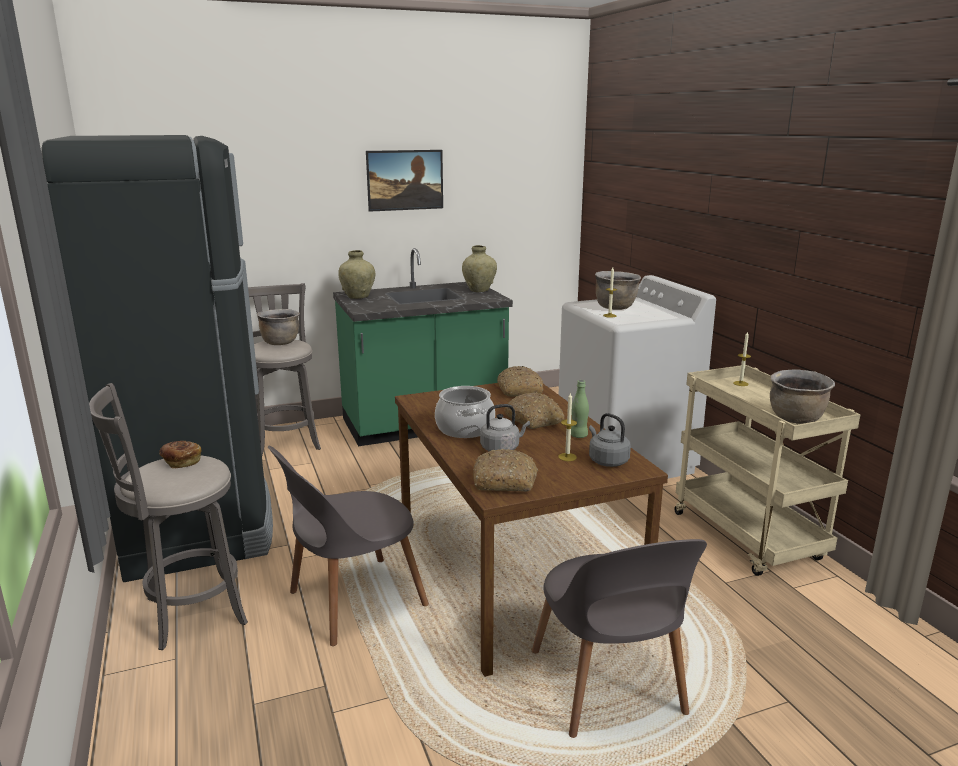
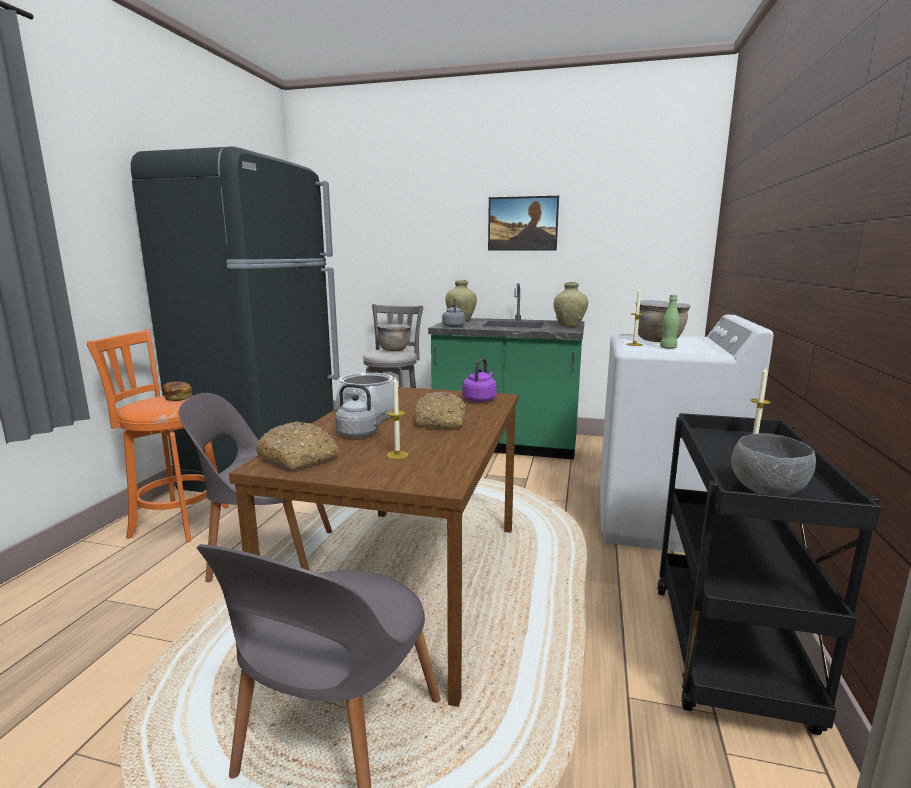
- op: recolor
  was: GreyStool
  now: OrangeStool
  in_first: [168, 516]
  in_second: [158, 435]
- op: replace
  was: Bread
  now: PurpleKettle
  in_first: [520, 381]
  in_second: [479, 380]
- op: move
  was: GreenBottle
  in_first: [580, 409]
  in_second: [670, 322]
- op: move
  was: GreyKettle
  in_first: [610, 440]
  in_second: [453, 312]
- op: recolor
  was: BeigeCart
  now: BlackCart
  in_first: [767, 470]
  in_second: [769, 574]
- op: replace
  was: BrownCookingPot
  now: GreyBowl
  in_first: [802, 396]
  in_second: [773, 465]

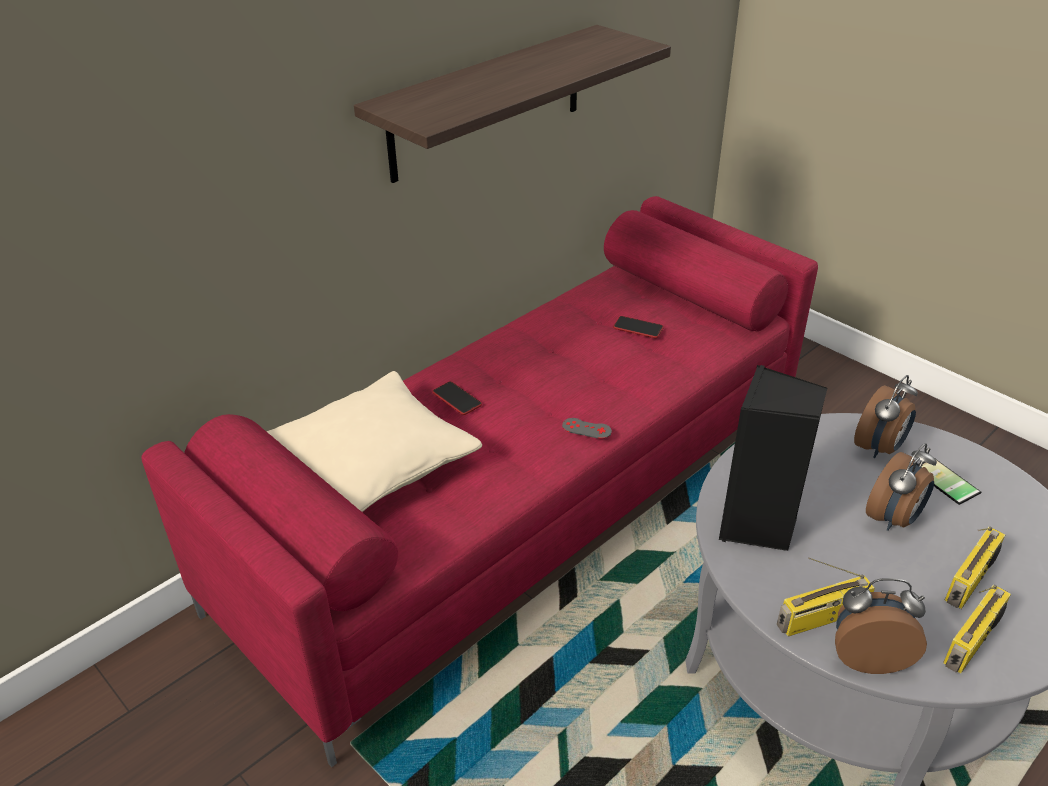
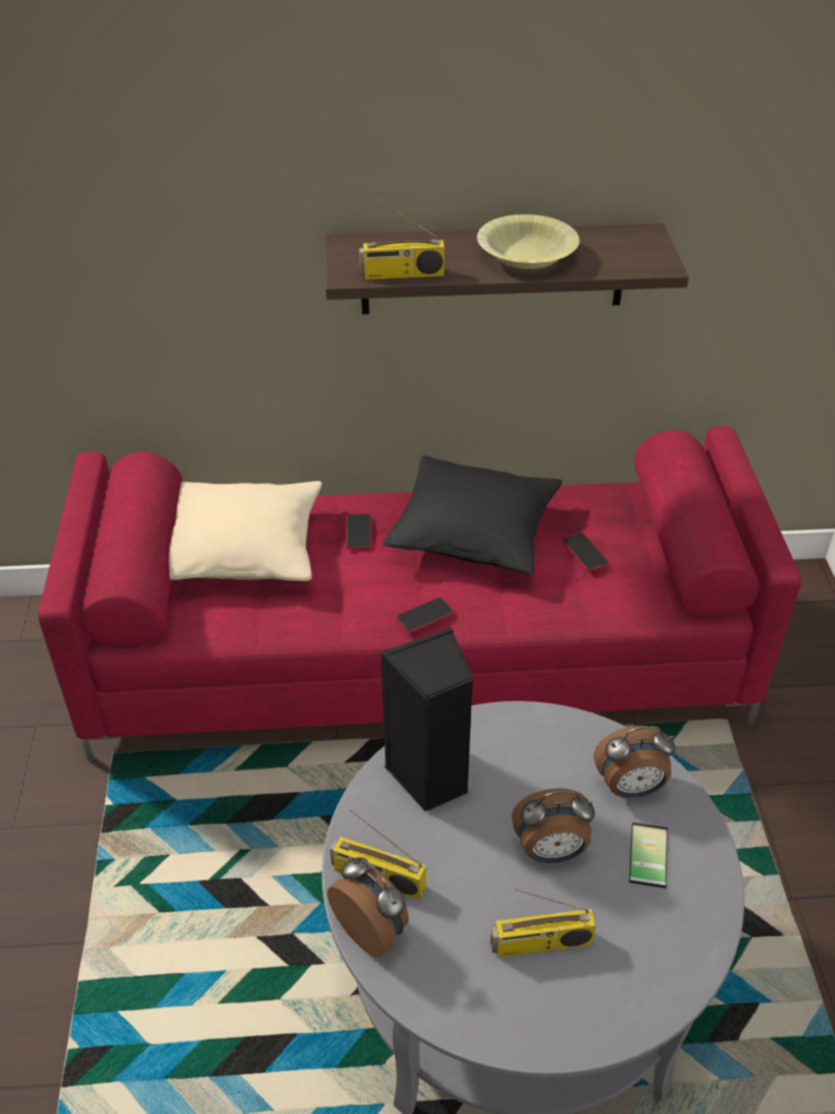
- op: replace
  was: GreyGameController
  now: Phone
  in_first: [587, 428]
  in_second: [425, 615]
- op: move
  was: Radio
  in_first: [977, 629]
  in_second: [402, 238]
- op: insert
  now: BlackPillow
  in_second: [472, 515]
- op: insert
  now: YellowBowl
  in_second: [528, 241]

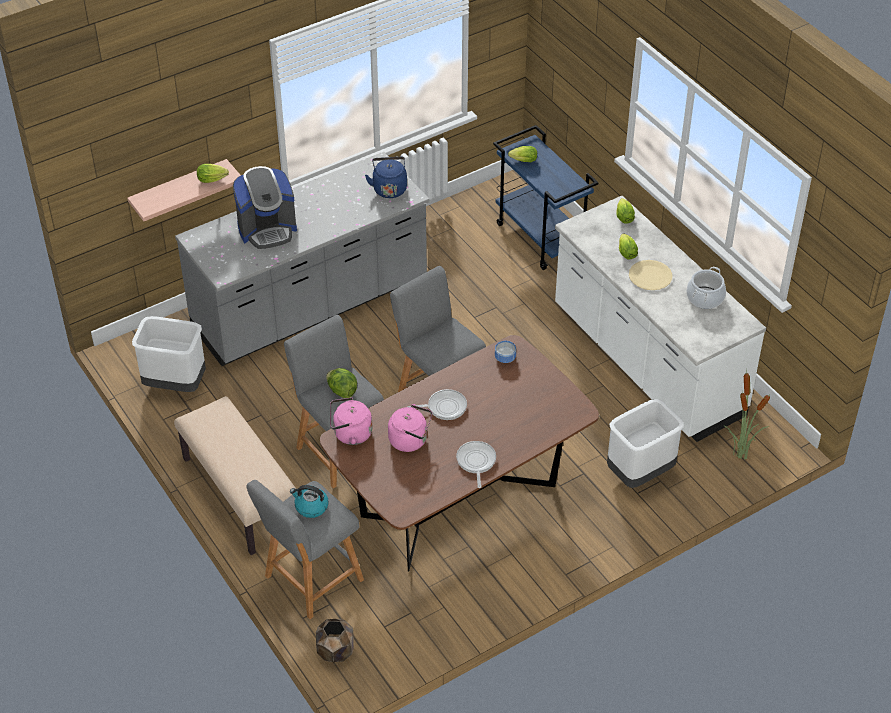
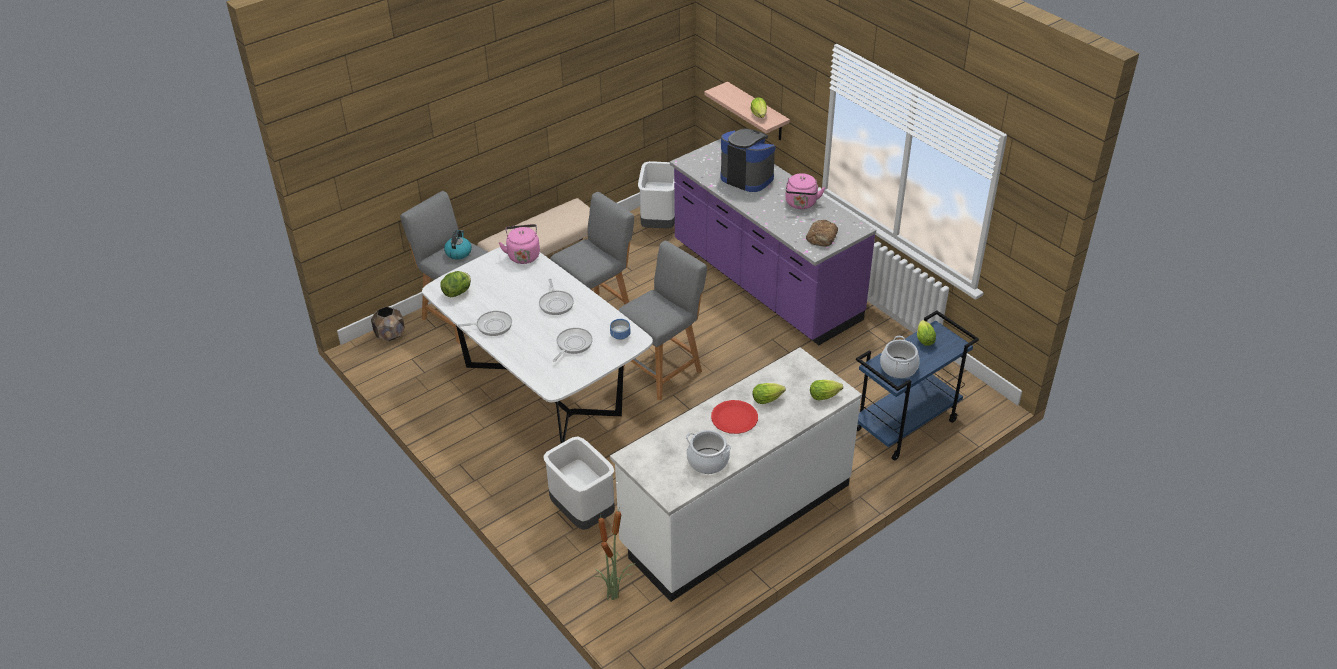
- op: recolor
  was: GreyCounter
  now: PurpleCounter
  in_first: [302, 259]
  in_second: [773, 242]
- op: rotate
  was: CoffeeMachine
  in_first: [265, 207]
  in_second: [748, 160]
  clockwise: 150
- op: recolor
  was: BrownDiningTable
  now: WhiteDiningTable
  in_first: [459, 453]
  in_second: [537, 344]
- op: move
  was: Lettuce
  in_first: [341, 383]
  in_second: [455, 284]
- op: replace
  was: BlueKettle
  now: Bread
  in_first: [386, 177]
  in_second: [822, 233]
- op: move
  was: PinkKettle
  in_first: [410, 428]
  in_second: [805, 191]
- op: recolor
  was: BeigePlate
  now: RedPlate
  in_first: [651, 275]
  in_second: [734, 417]
- op: insert
  now: FryingPan
  in_second: [573, 345]
- op: insert
  now: CookingPot
  in_second: [900, 357]

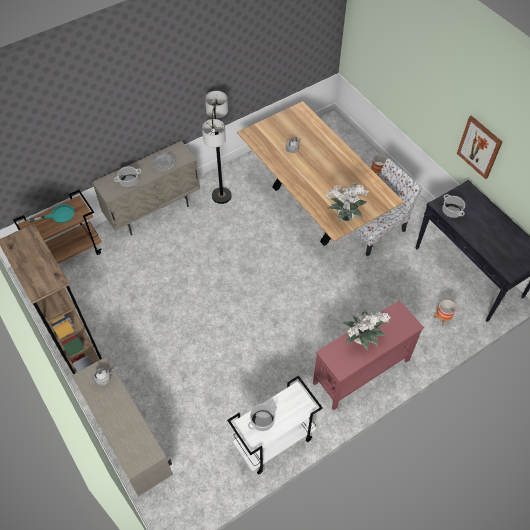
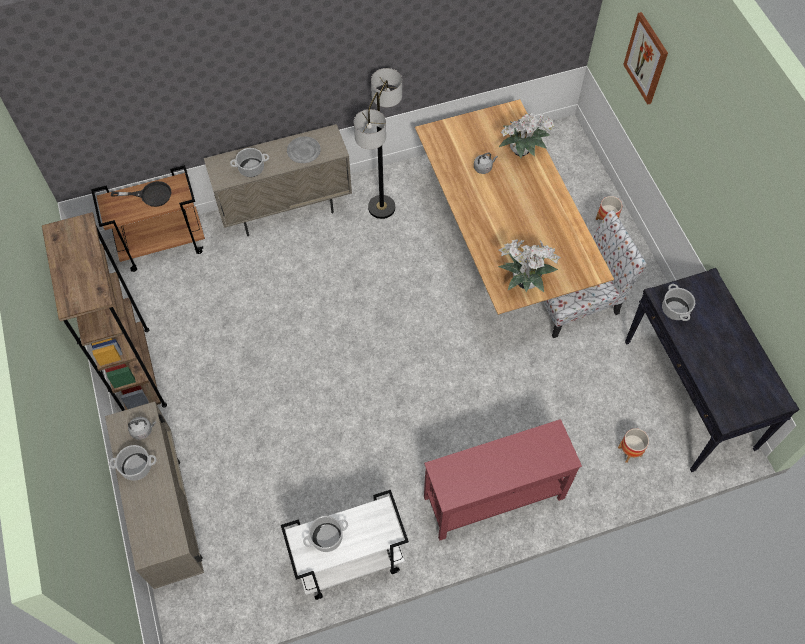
- op: recolor
  was: TurquoiseFryingPan
  now: BlackFryingPan
  in_first: [51, 213]
  in_second: [141, 194]
- op: move
  was: PottedPlant
  in_first: [366, 330]
  in_second: [528, 135]
- op: move
  was: Picture
  in_first: [479, 147]
  in_second: [645, 58]
- op: insert
  now: CookingPot
  in_second: [133, 463]

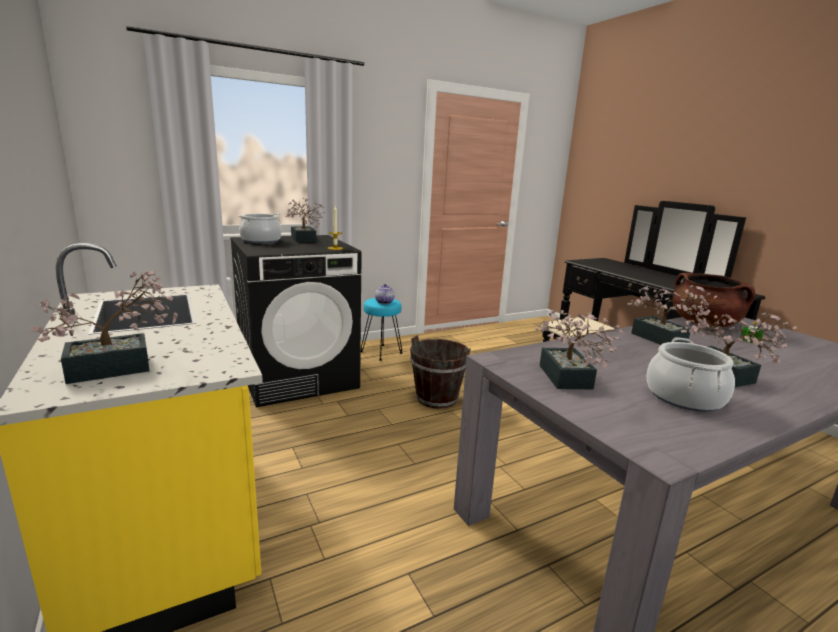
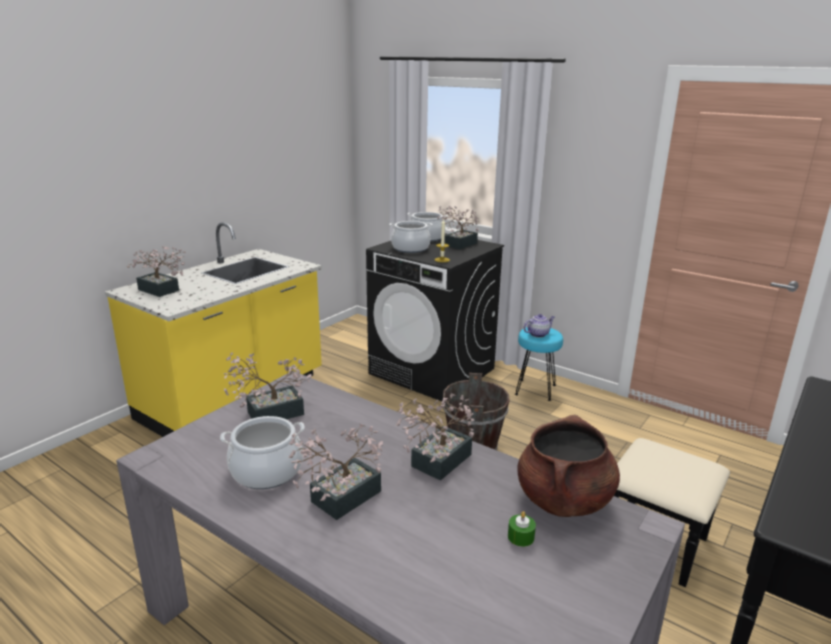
- op: insert
  now: CookingPot
  in_second: [411, 237]

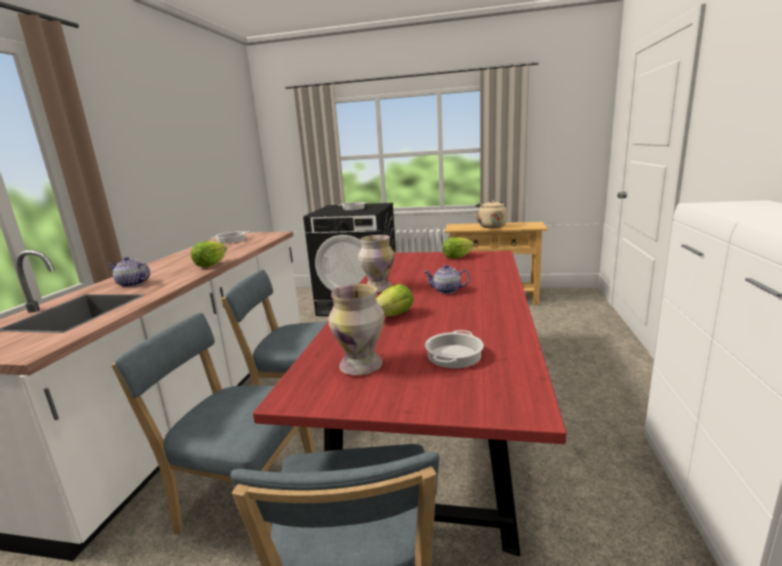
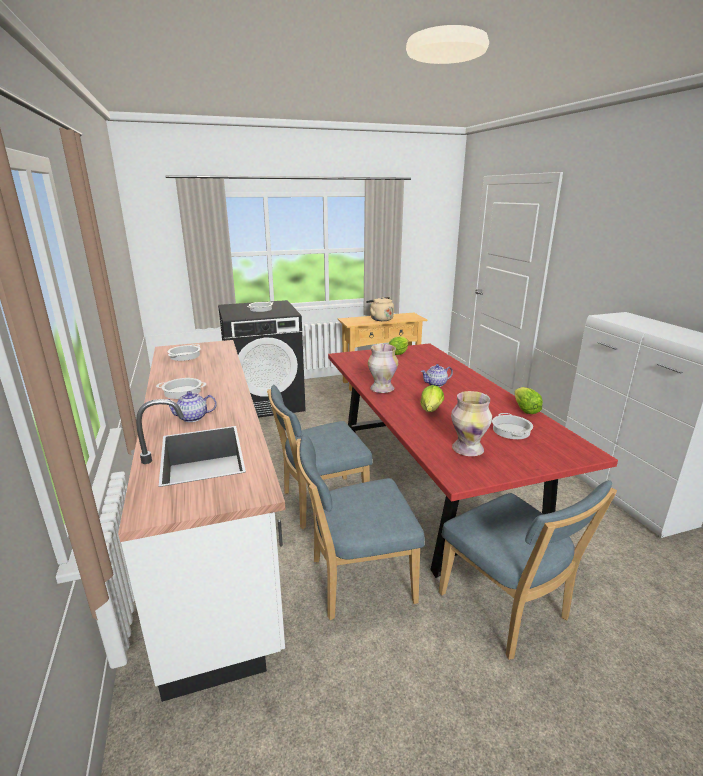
- op: move
  was: Lettuce
  in_first: [209, 254]
  in_second: [528, 400]
- op: insert
  now: CookingPot
  in_second: [181, 388]

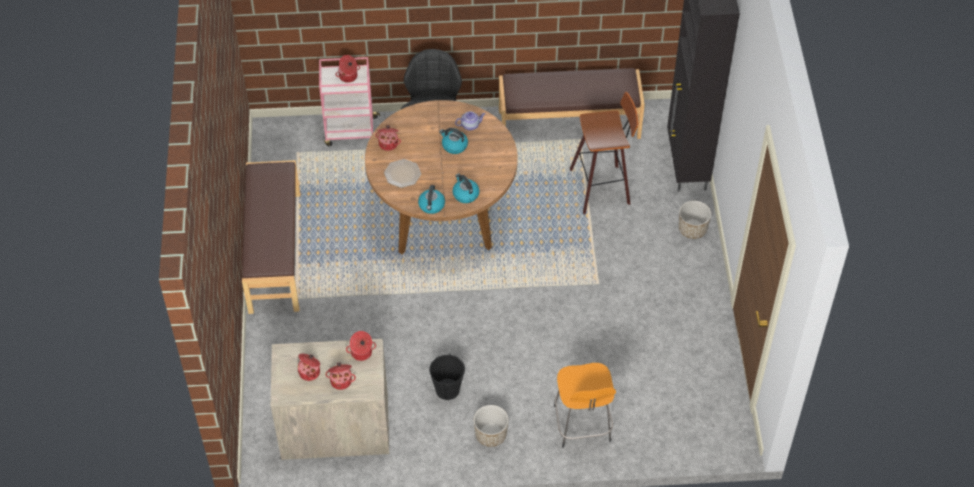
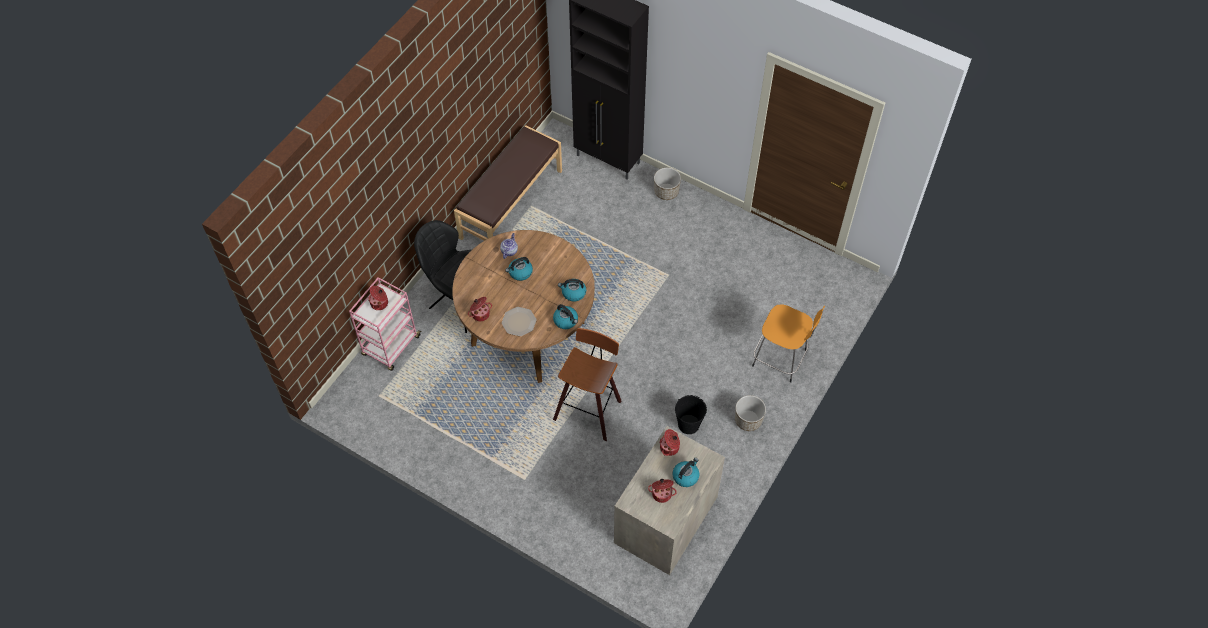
- op: delete
  was: BrownBench
  in_first: [271, 237]
- op: replace
  was: CookingPot
  now: Kettle
  in_first: [341, 376]
  in_second: [686, 472]
- op: move
  was: Stool
  in_first: [604, 153]
  in_second: [587, 384]

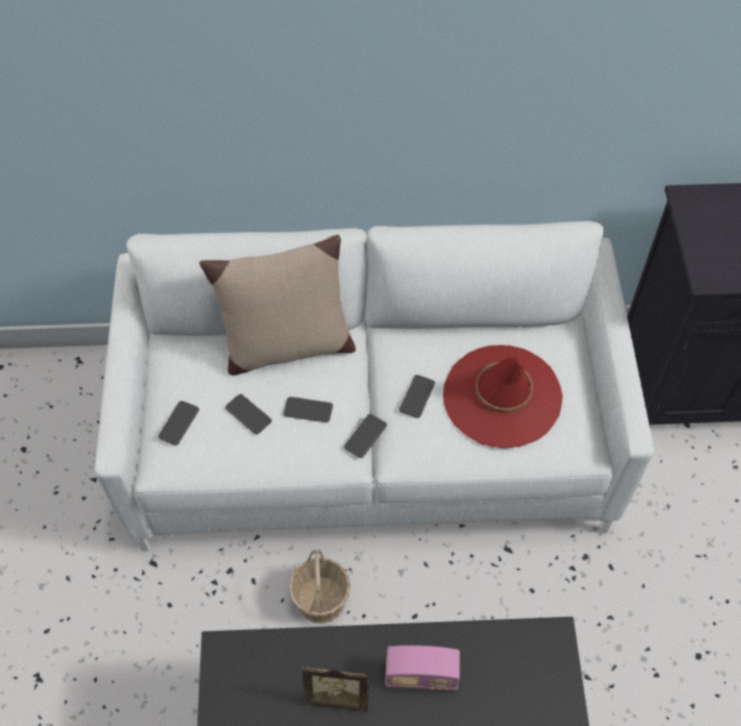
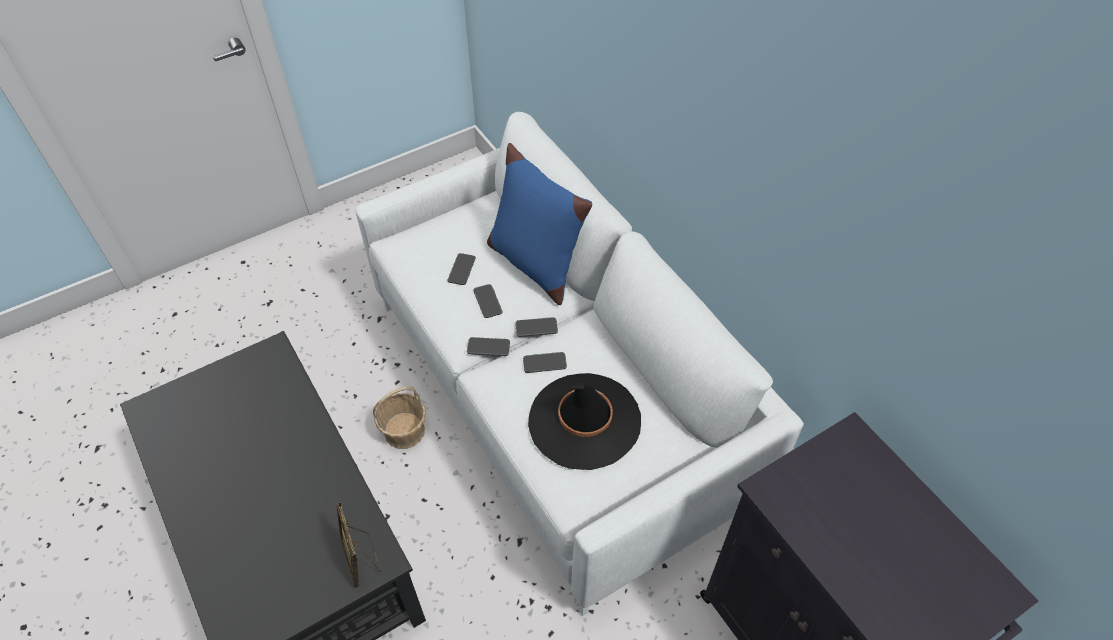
- op: move
  was: Phone
  in_first: [178, 423]
  in_second: [537, 327]
- op: recolor
  was: BeigePillow
  now: BluePillow
  in_first: [277, 304]
  in_second: [539, 224]
- op: move
  was: PictureFrame
  in_first: [335, 689]
  in_second: [358, 545]
- op: delete
  was: Radio
  in_first: [422, 668]
- op: recolor
  was: RedHat
  now: BlackHat
  in_first: [503, 397]
  in_second: [584, 421]

